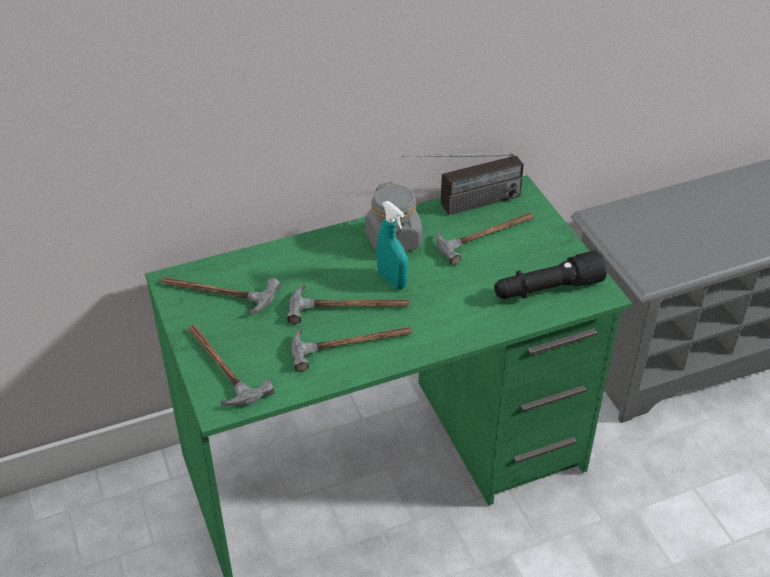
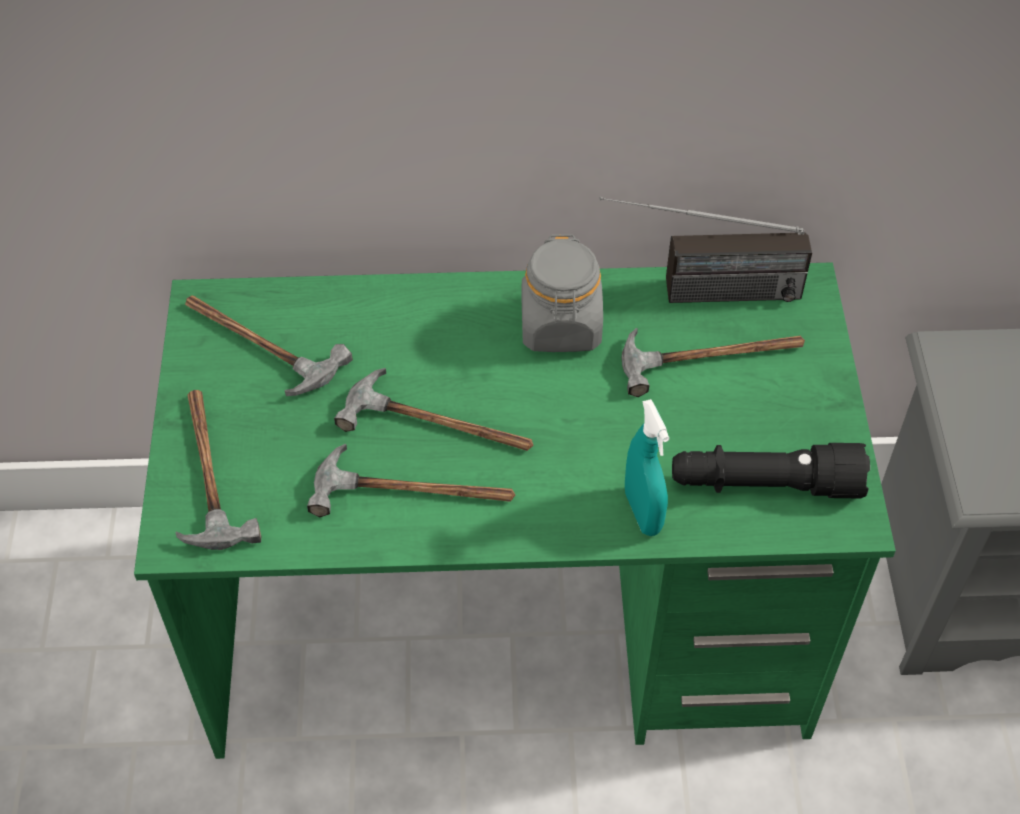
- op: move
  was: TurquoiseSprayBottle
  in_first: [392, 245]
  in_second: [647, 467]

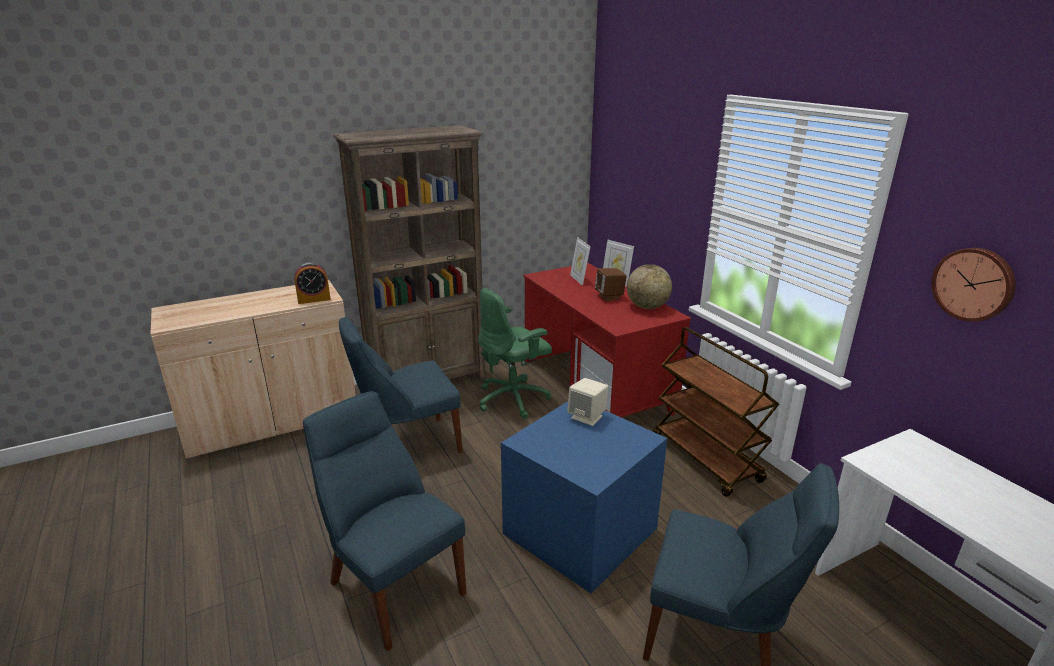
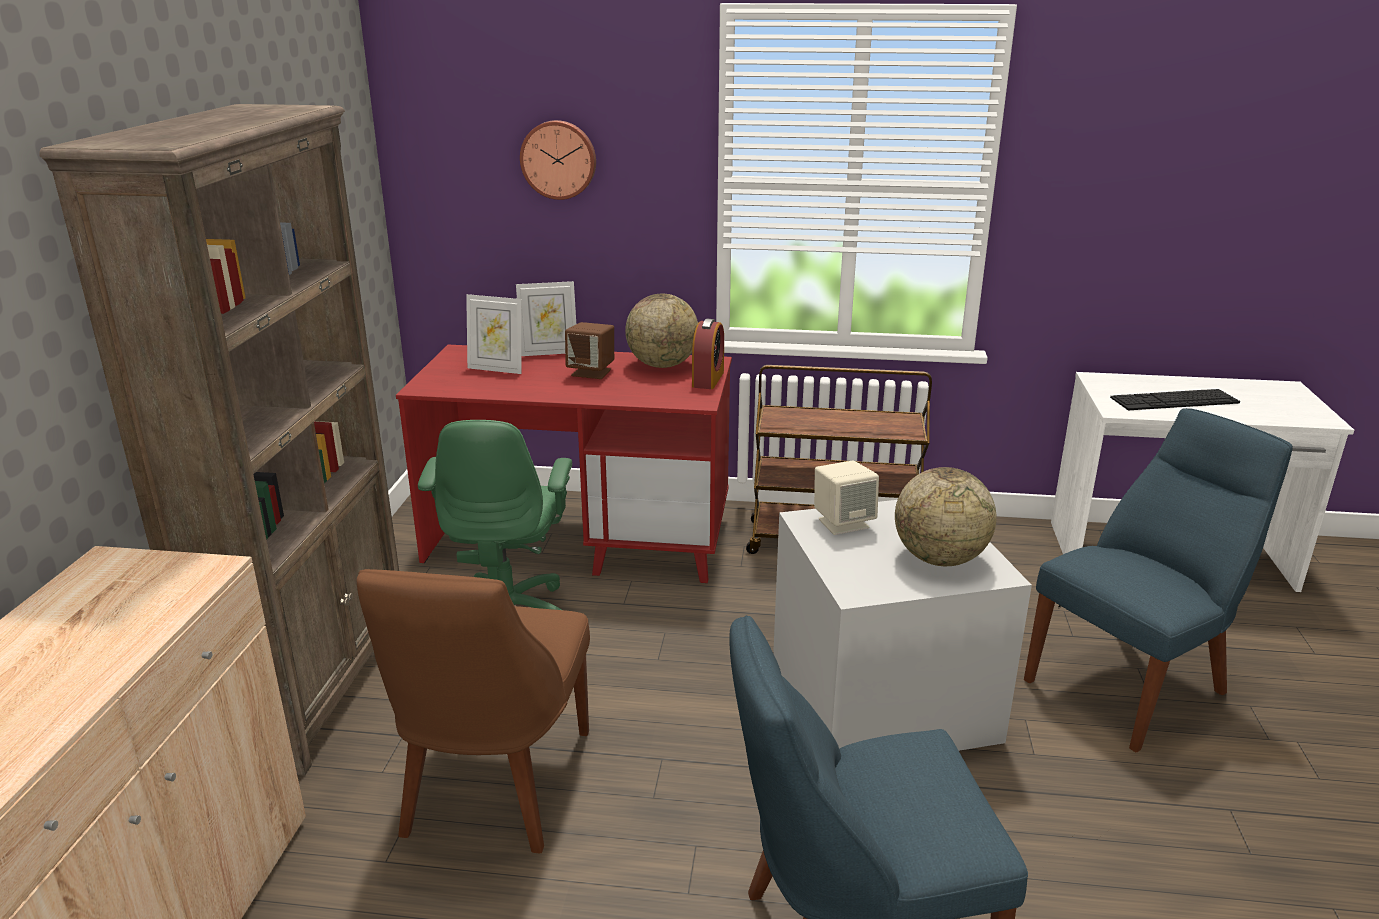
- op: move
  was: AlarmClock
  in_first: [312, 283]
  in_second: [708, 354]
- op: recolor
  was: BlueChair
  now: BrownChair
  in_first: [401, 385]
  in_second: [473, 711]
- op: recolor
  was: BlueStorageBox
  now: GreyStorageBox
  in_first: [584, 497]
  in_second: [902, 625]
- op: move
  was: WallClock
  in_first: [973, 285]
  in_second: [558, 160]
- op: insert
  now: Globe
  in_second: [946, 516]
- op: insert
  now: Keyboard
  in_second: [1175, 399]

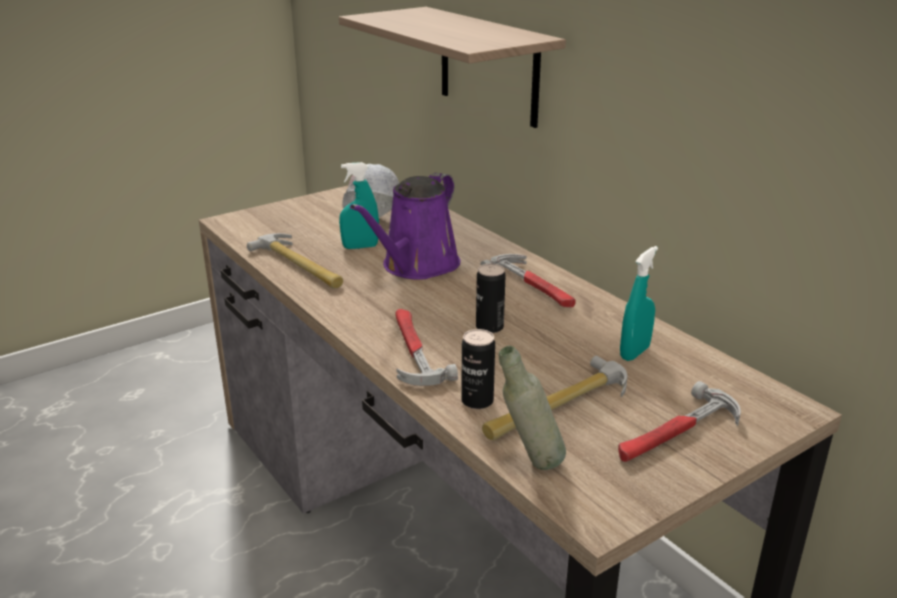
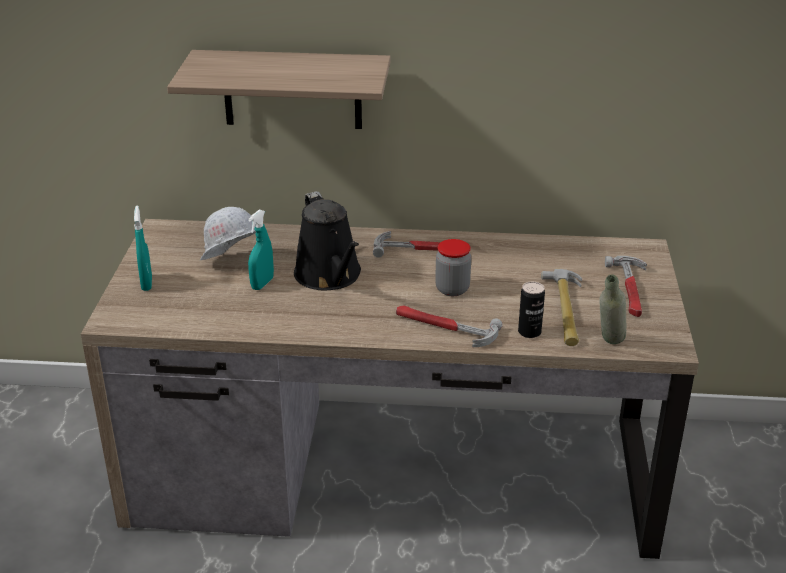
- op: delete
  was: Hammer
  in_first: [295, 261]
- op: recolor
  was: PurpleWateringCan
  now: BlackWateringCan
  in_first: [405, 226]
  in_second: [327, 240]
- op: replace
  was: Can
  now: Jar
  in_first: [491, 298]
  in_second: [453, 267]
- op: move
  was: TurquoiseSprayBottle
  in_first: [639, 303]
  in_second: [143, 248]

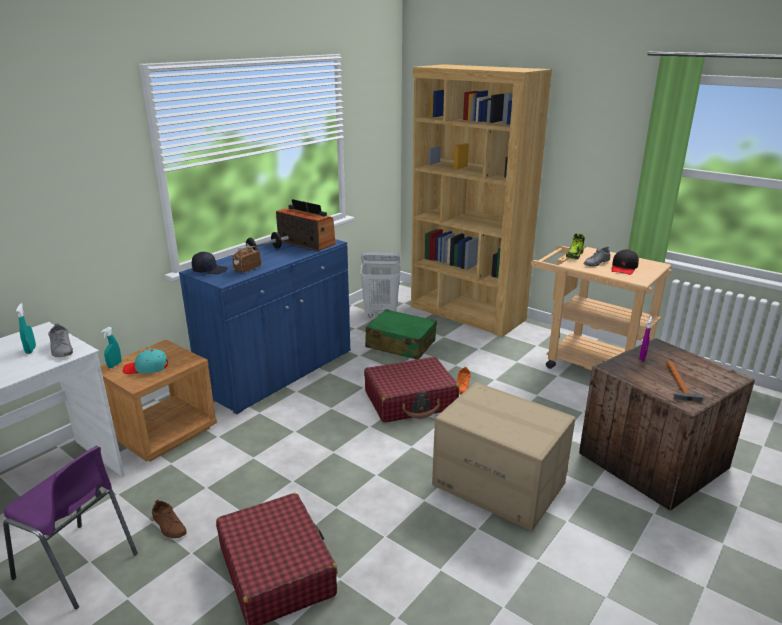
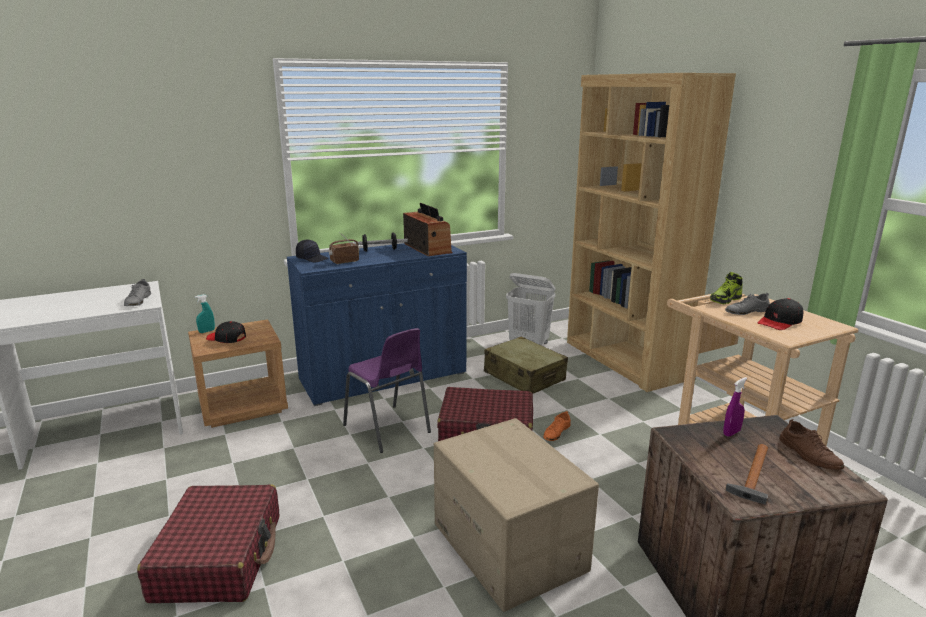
- op: move
  was: PurpleChair
  in_first: [70, 527]
  in_second: [387, 390]
- op: delete
  was: TurquoiseSprayBottle
  in_first: [26, 328]
- op: recolor
  was: TurquoiseCap
  now: BlackCap
  in_first: [145, 361]
  in_second: [226, 332]
- op: move
  was: BrownShoe
  in_first: [169, 519]
  in_second: [811, 444]
- op: recolor
  was: GreenSuitcase
  now: BeigeSuitcase
  in_first: [401, 334]
  in_second: [526, 365]

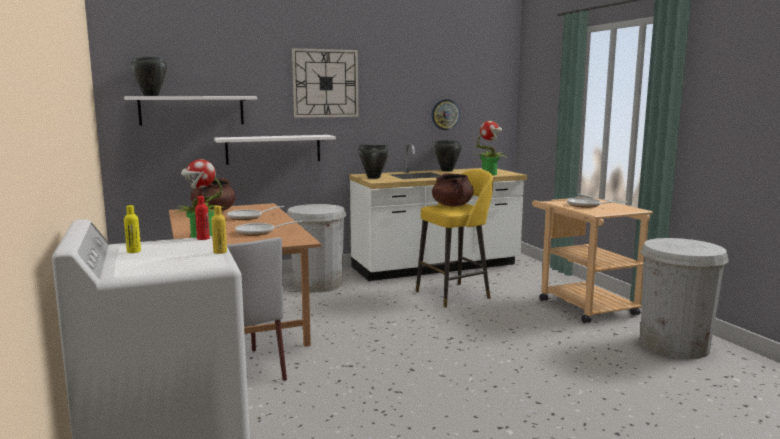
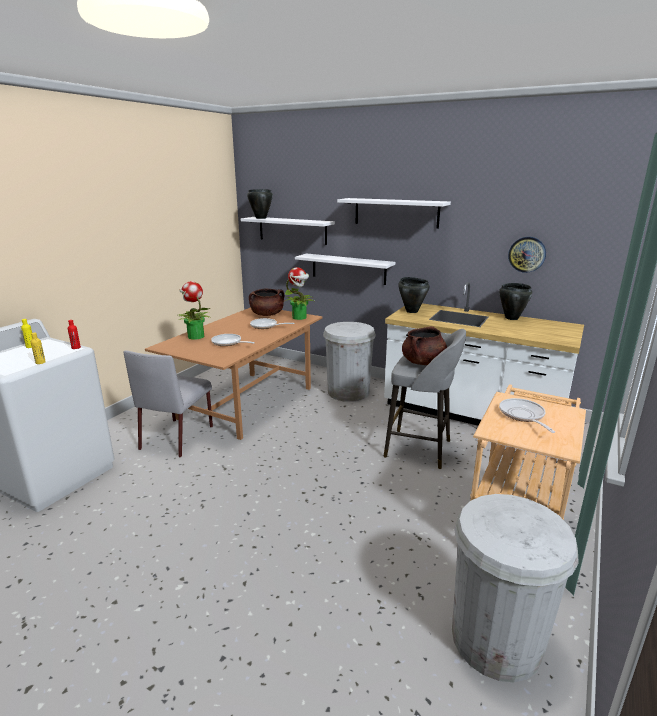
- op: replace
  was: WallClock
  now: WhiteShelf
  in_first: [325, 83]
  in_second: [394, 213]
- op: recolor
  was: YellowStool
  now: GreyStool
  in_first: [454, 238]
  in_second: [424, 399]
- op: move
  was: PottedPlant
  in_first: [490, 148]
  in_second: [300, 293]

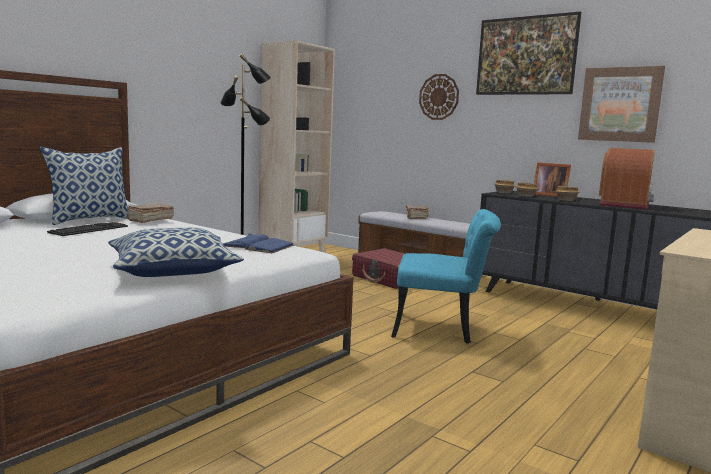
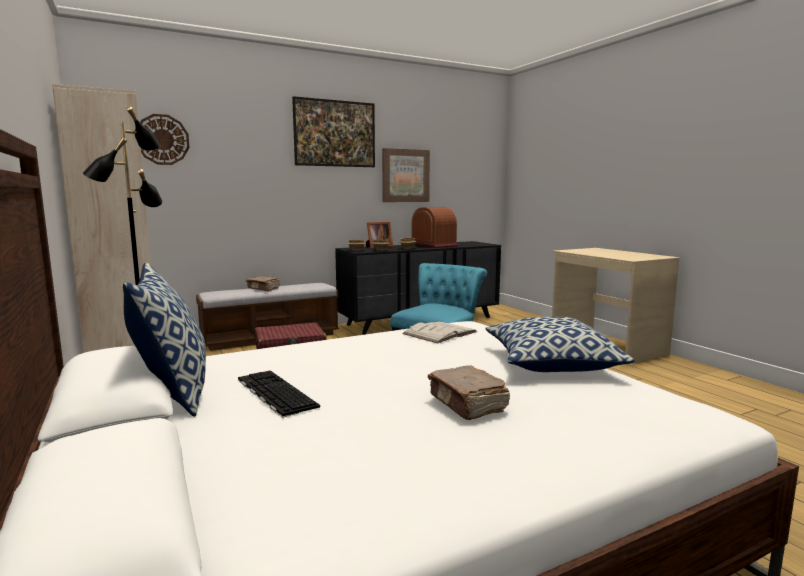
- op: move
  was: BrownBook
  in_first: [150, 213]
  in_second: [469, 392]
- op: recolor
  was: BlueBook
  now: WhiteBook
  in_first: [258, 243]
  in_second: [439, 332]
- op: move
  was: WallClock
  in_first: [439, 97]
  in_second: [165, 139]

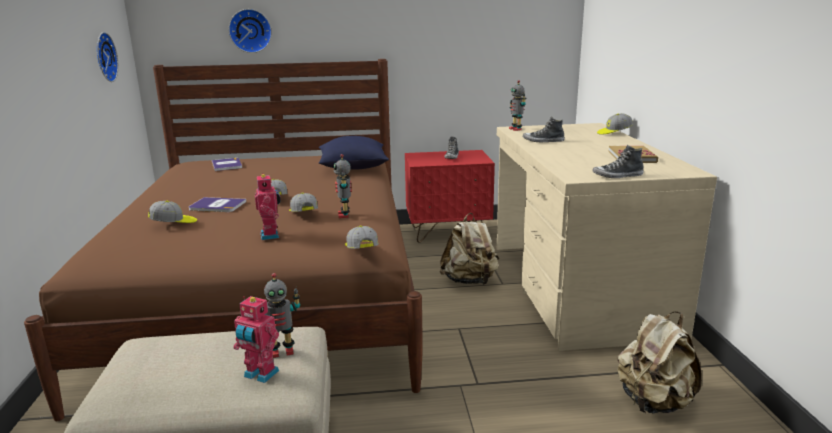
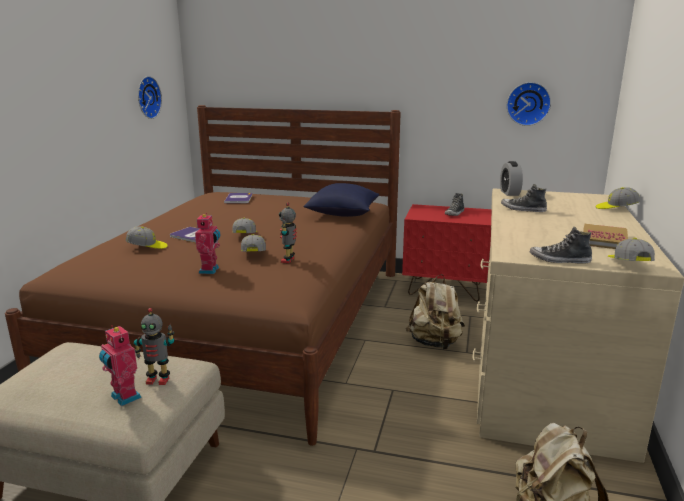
- op: move
  was: WallClock
  in_first: [250, 31]
  in_second: [528, 104]
- op: move
  was: Cap
  in_first: [362, 237]
  in_second: [631, 249]
- op: replace
  was: ToyRobot
  now: AlarmClock
  in_first: [518, 105]
  in_second: [511, 178]

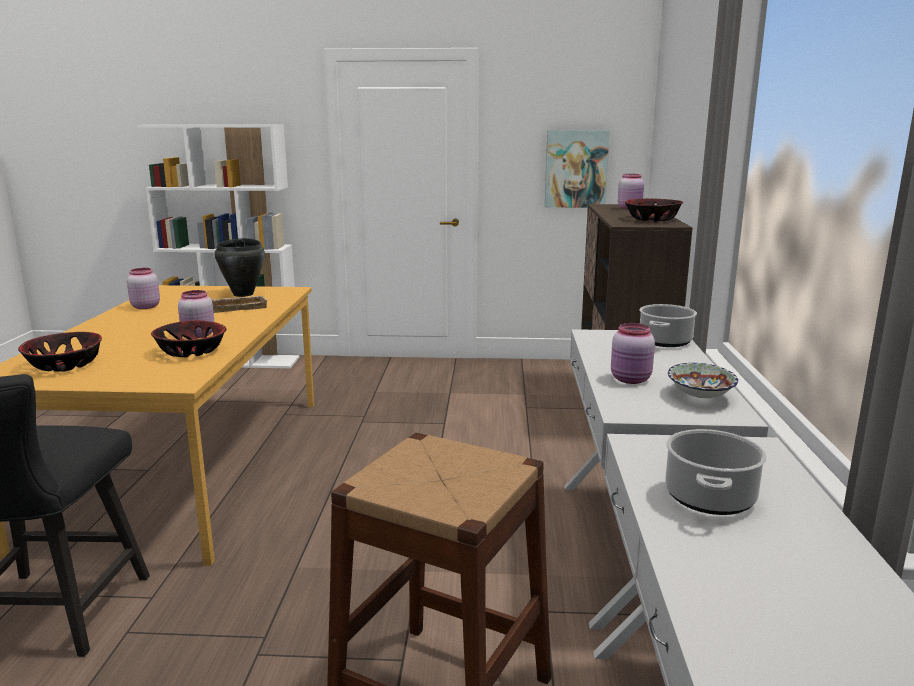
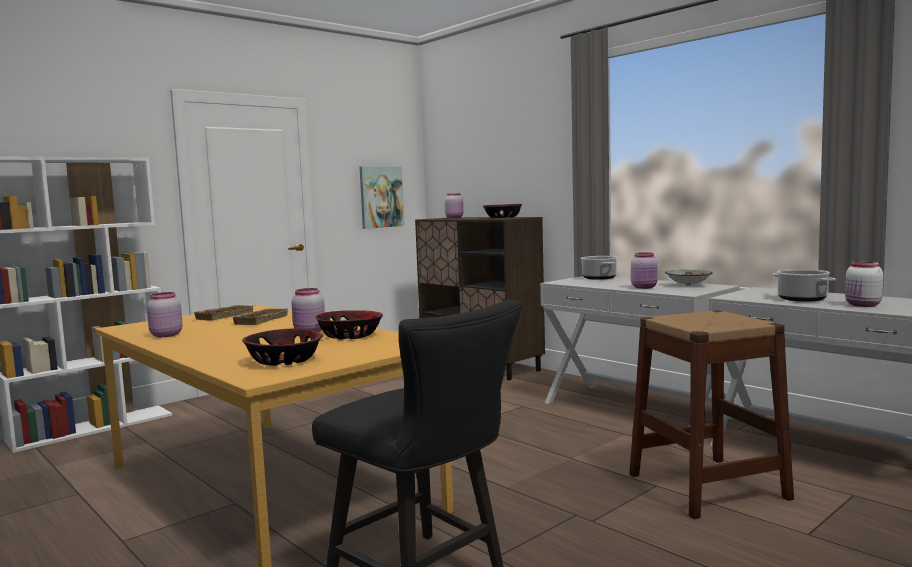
- op: replace
  was: BlackCookingPot
  now: BeigeTray
  in_first: [239, 267]
  in_second: [224, 313]
- op: insert
  now: WhiteJar
  in_second: [864, 284]

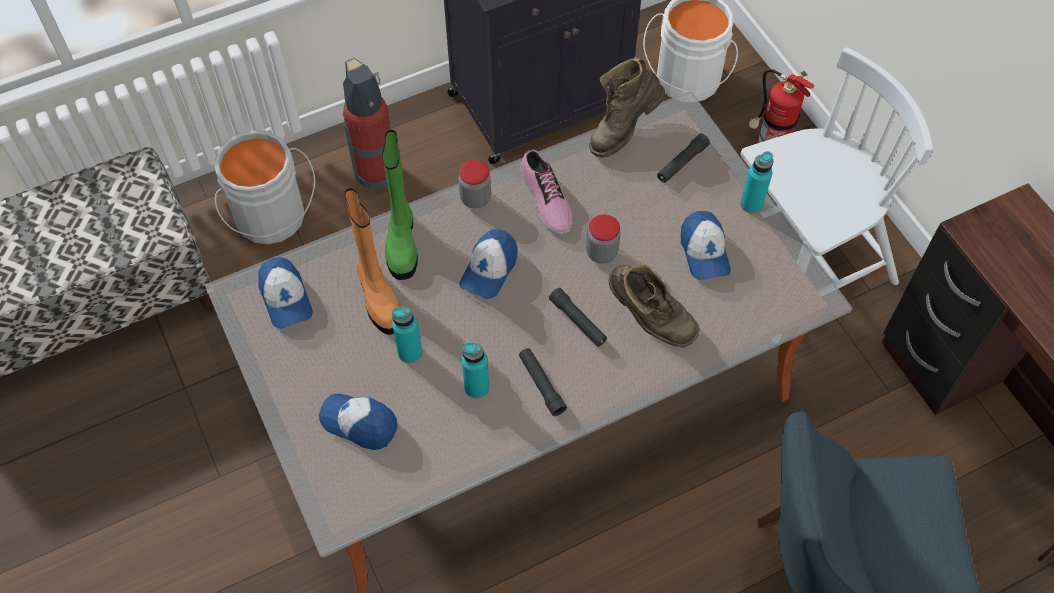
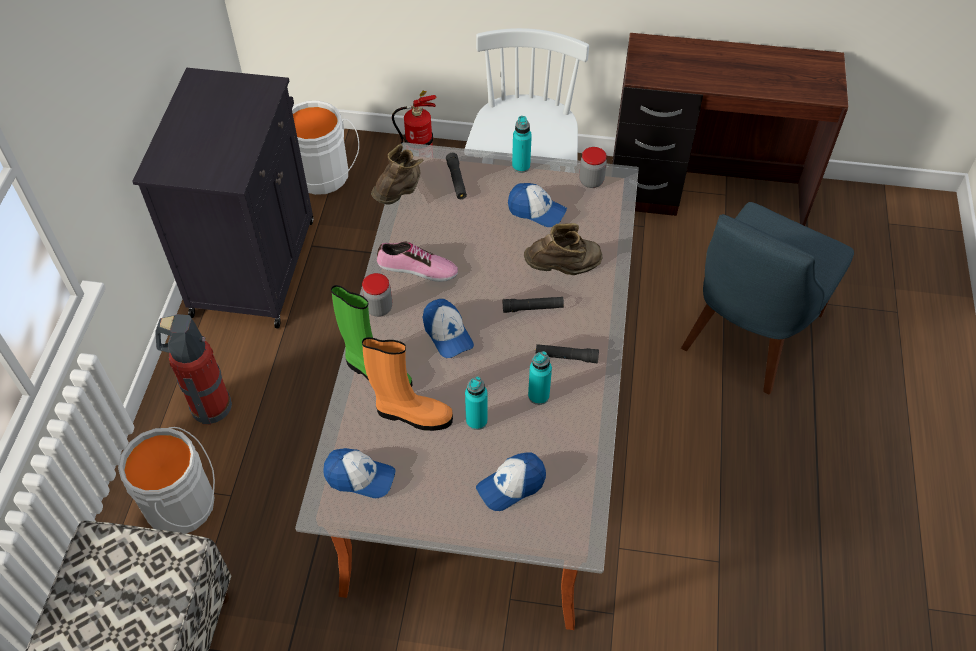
- op: move
  was: Jar
  in_first: [603, 239]
  in_second: [593, 167]
- op: rotate
  was: BrownBoot
  in_first: [627, 107]
  in_second: [397, 174]
  clockwise: -150

